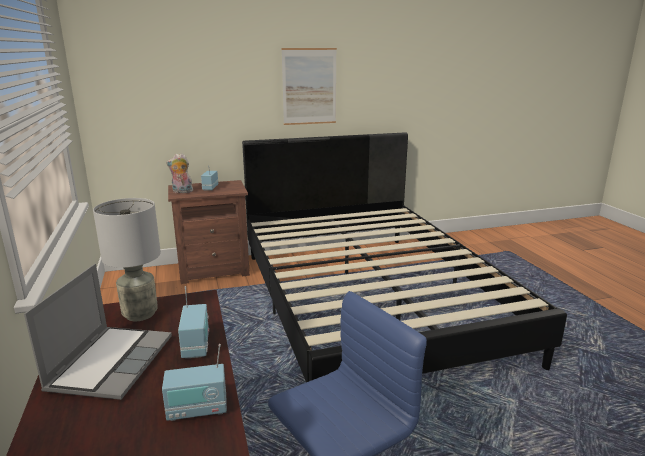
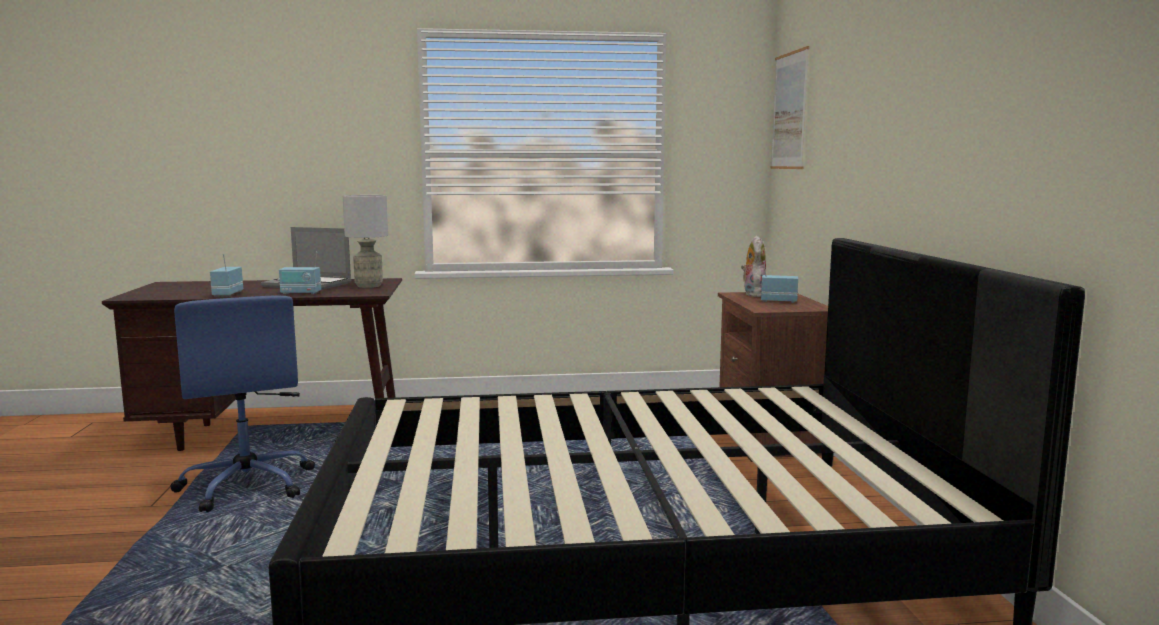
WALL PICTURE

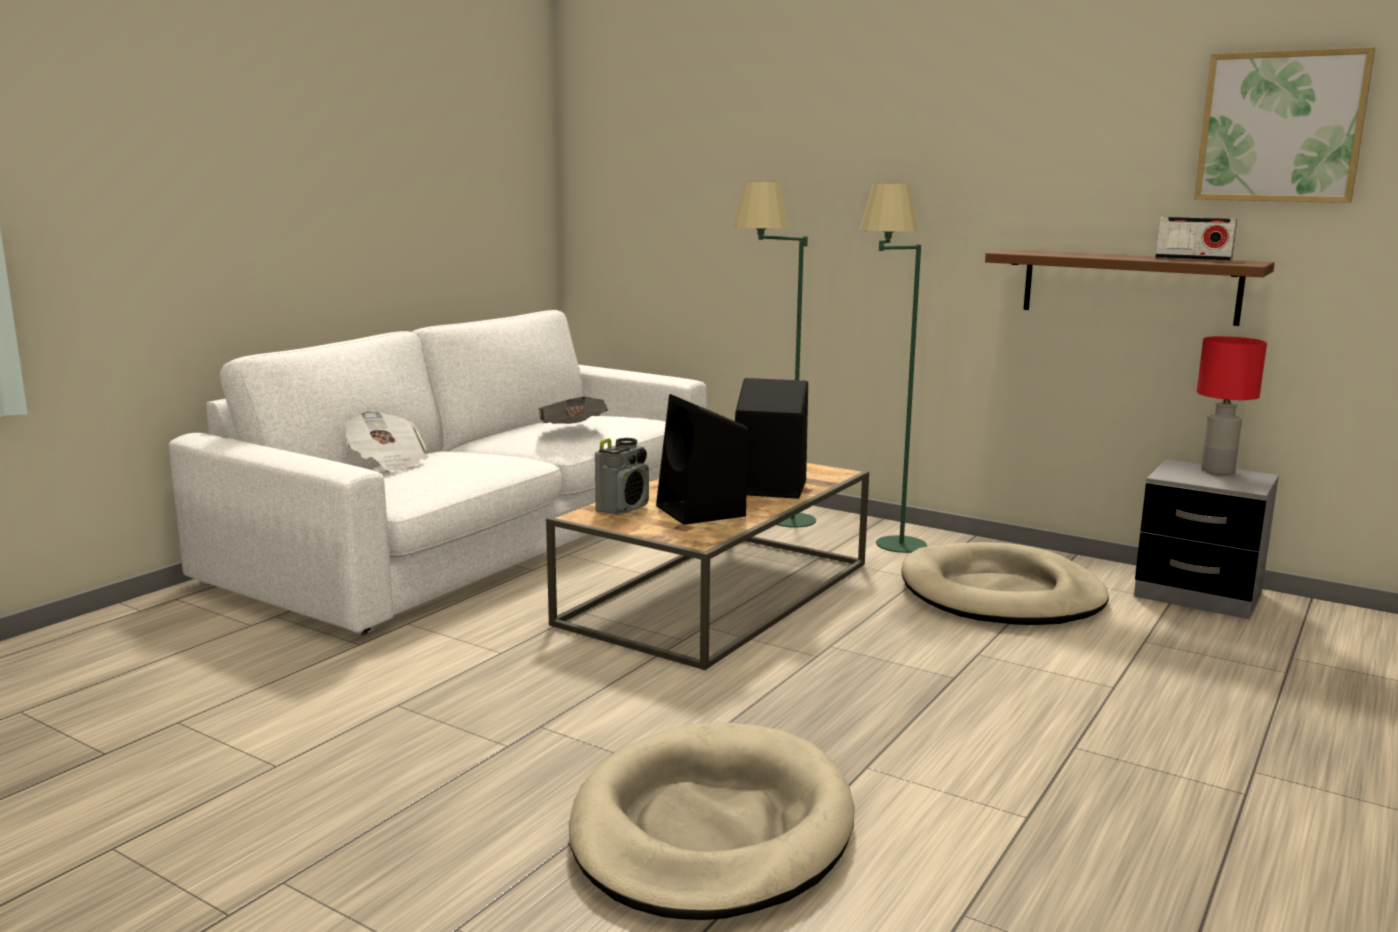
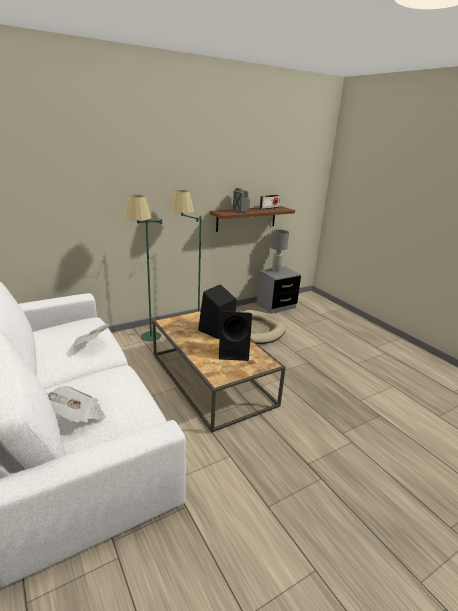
BEIGE DOG BED (1st from left in the first image)
RADIO (1st from left)
WALL PICTURE
GREYISH TABLE LAMP

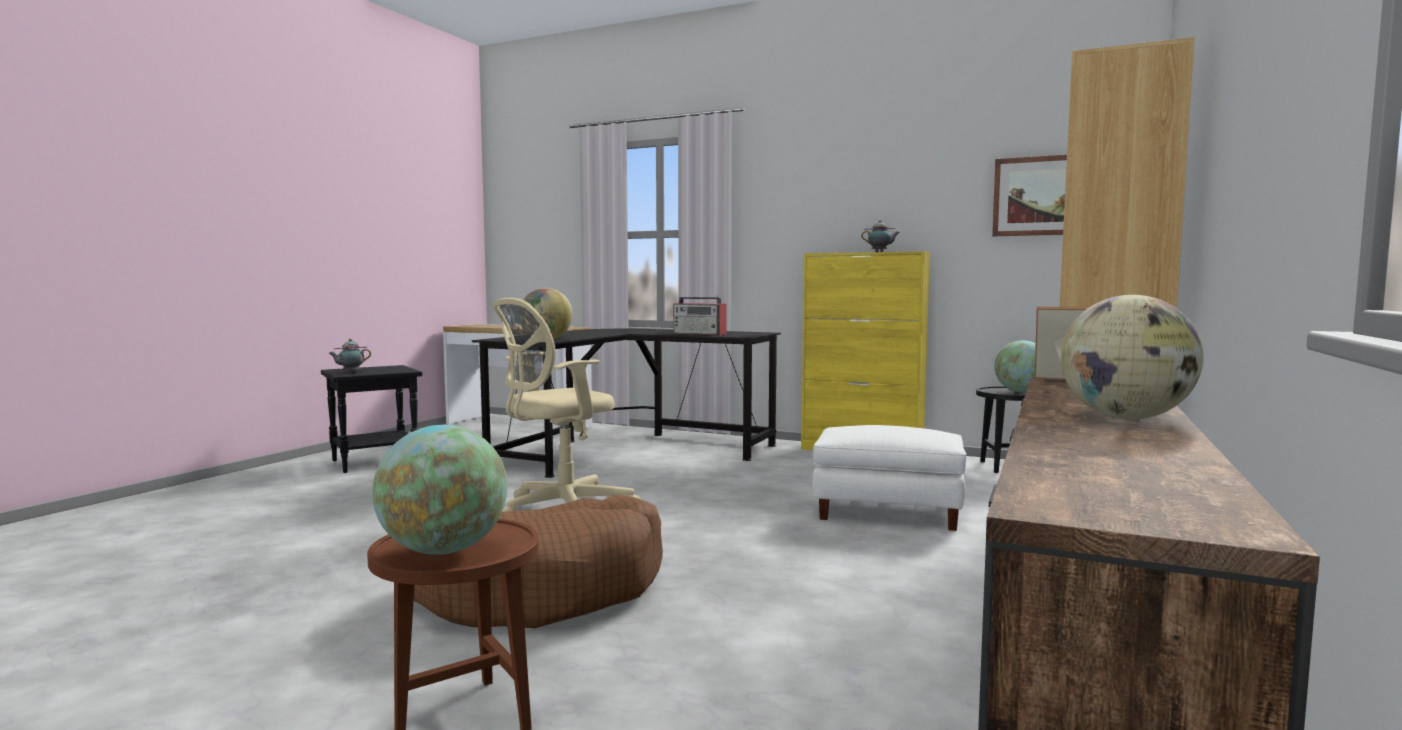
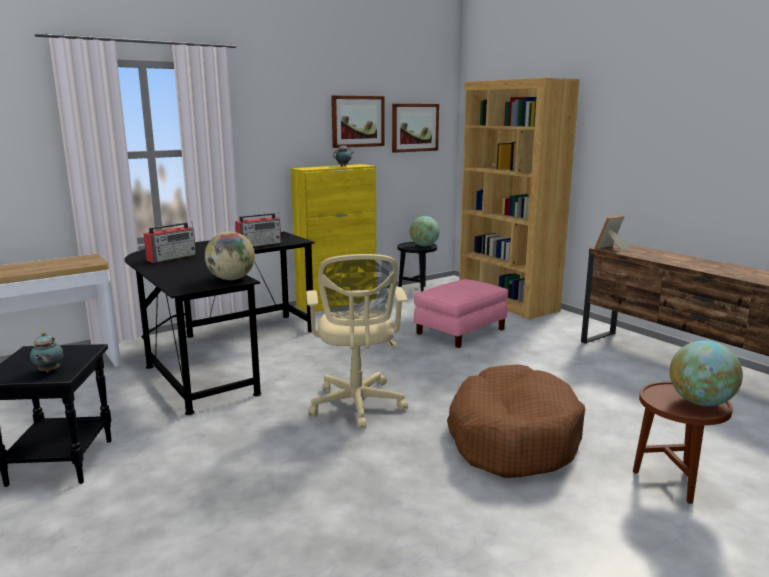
PINKISH POUFFE
WORLD GLOBE (4th from left in the first image)
RADIO (1st from left)
WALL PICTURE (1st from left)

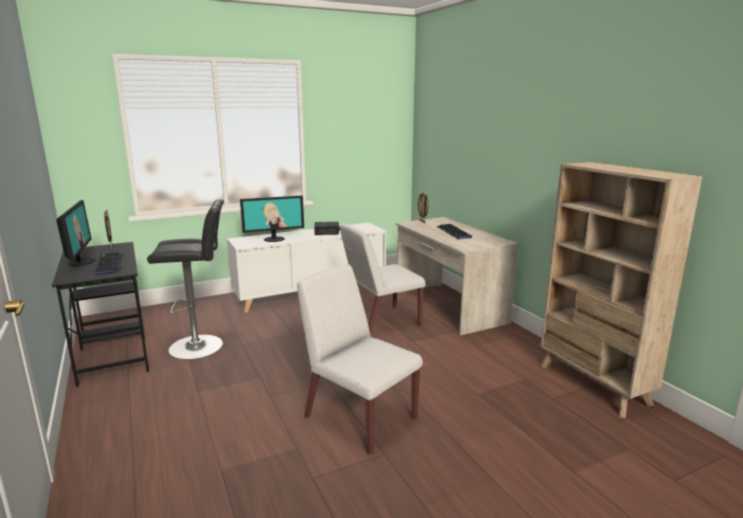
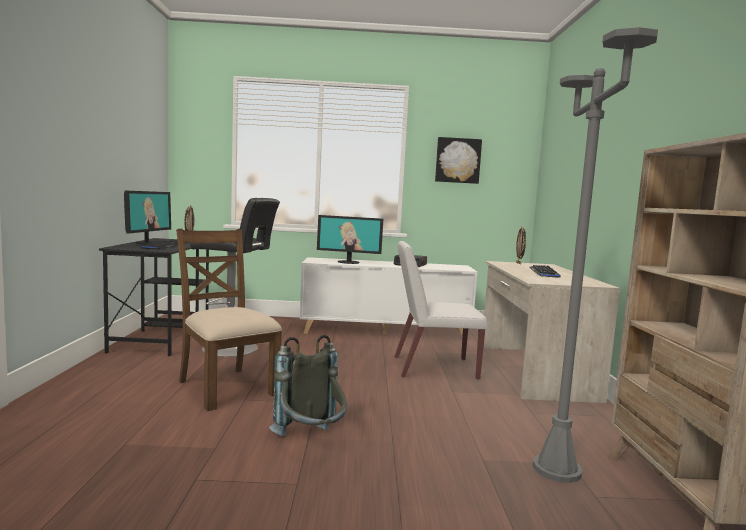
GREYISH BACKPACK
BROWN CHAIR
WALL PICTURE
GREYISH STANDING LAMP

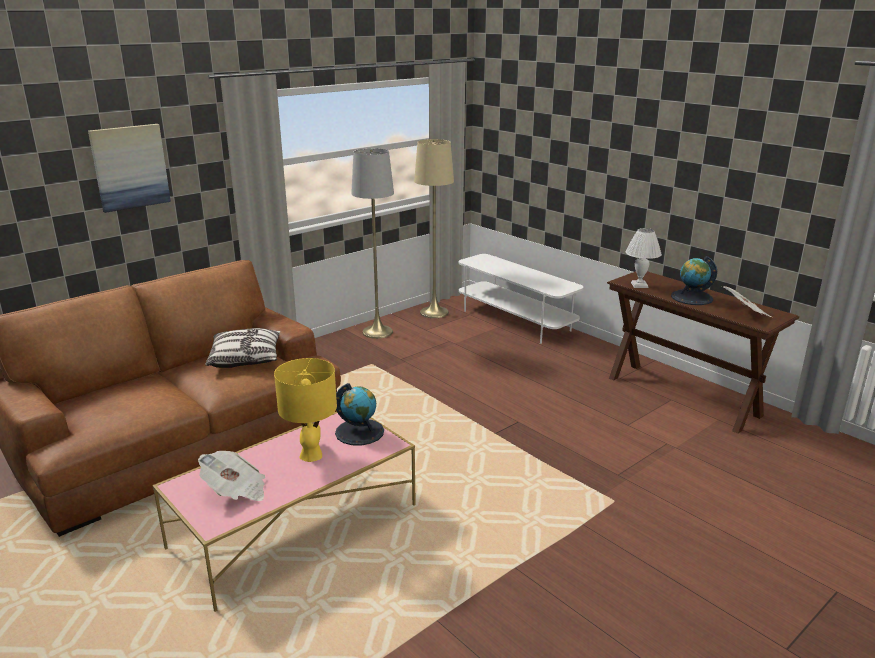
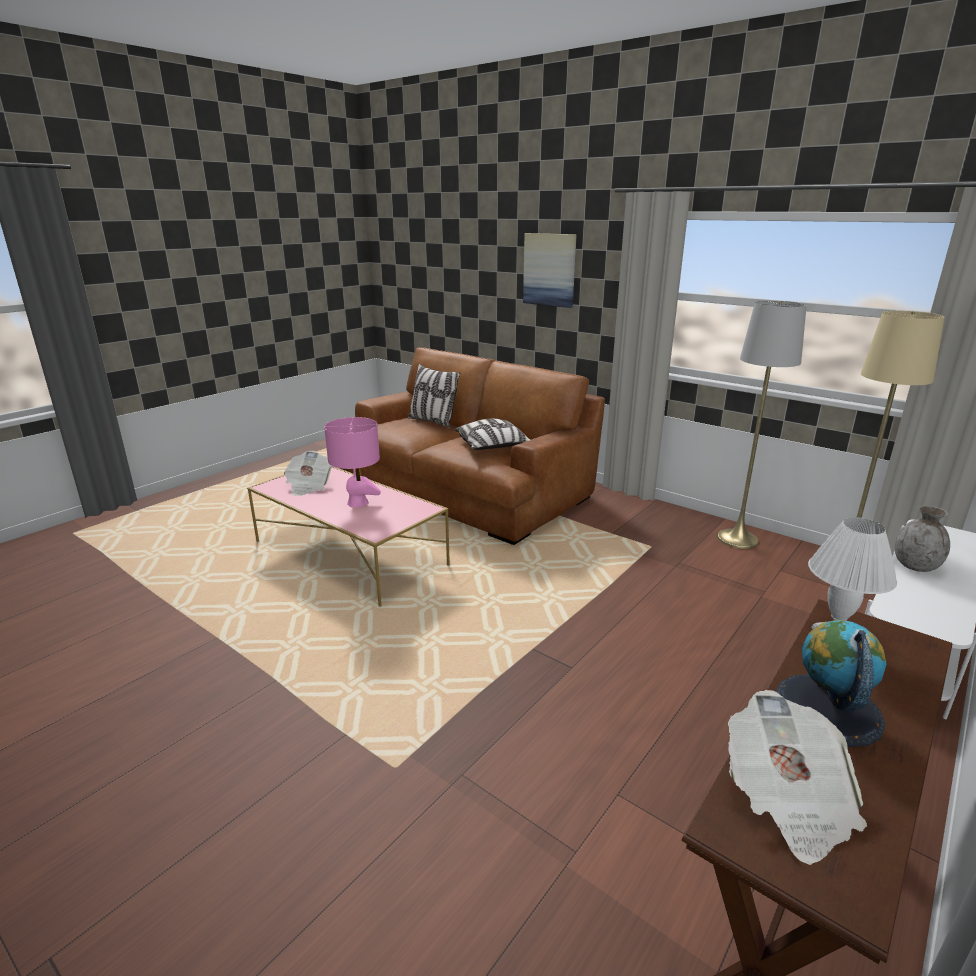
PINKISH TABLE LAMP
WORLD GLOBE (1st from left in the first image)
PILLOW (1st from left)
GREYISH DECORATIVE VASE

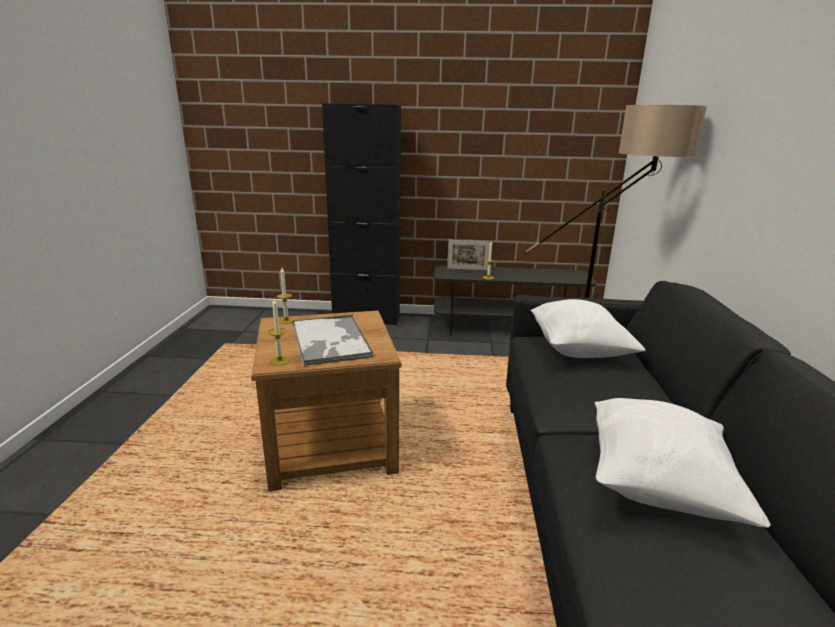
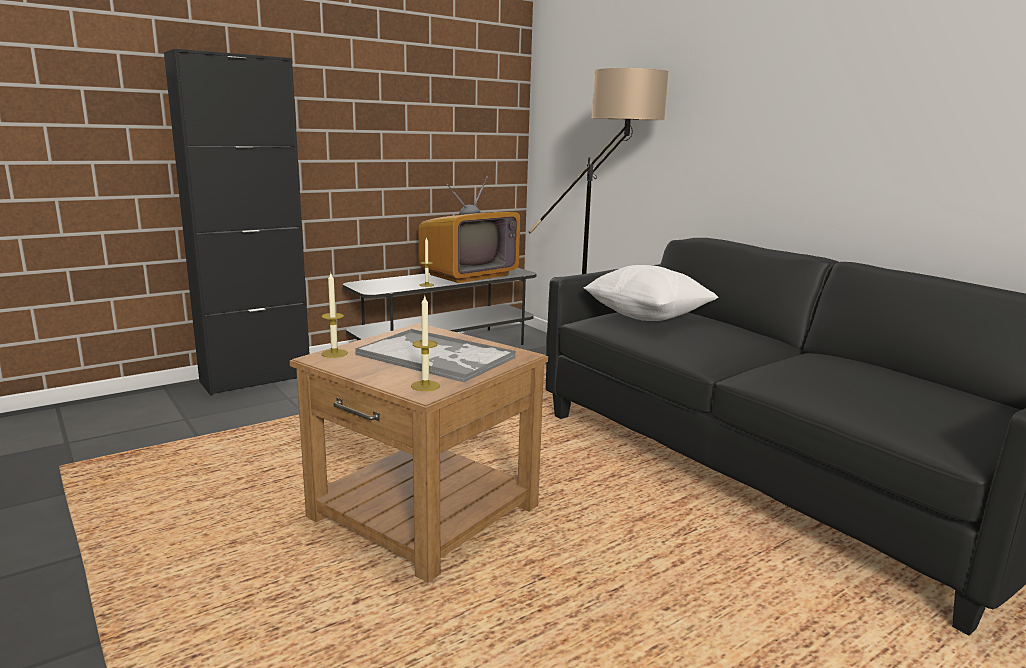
STANDING FRAME
WHITISH PILLOW (2nd from left in the first image)
TV SET

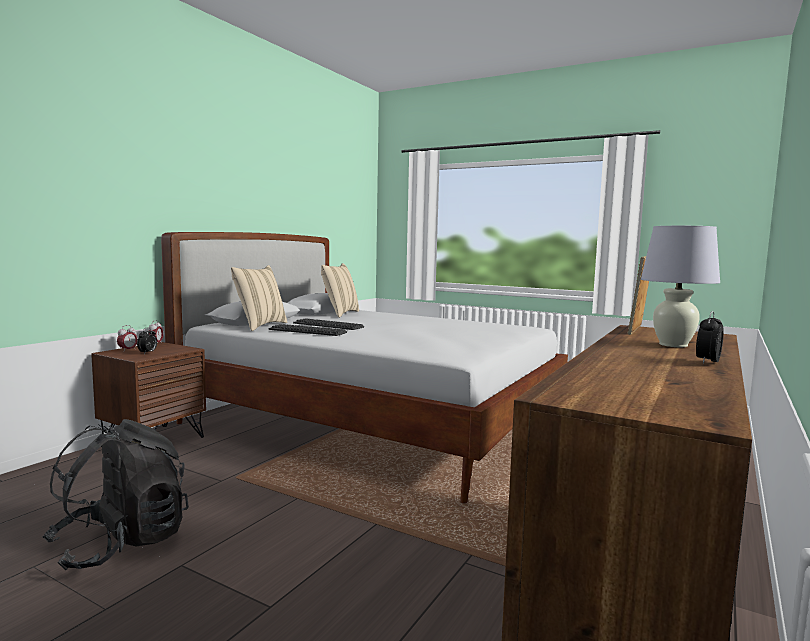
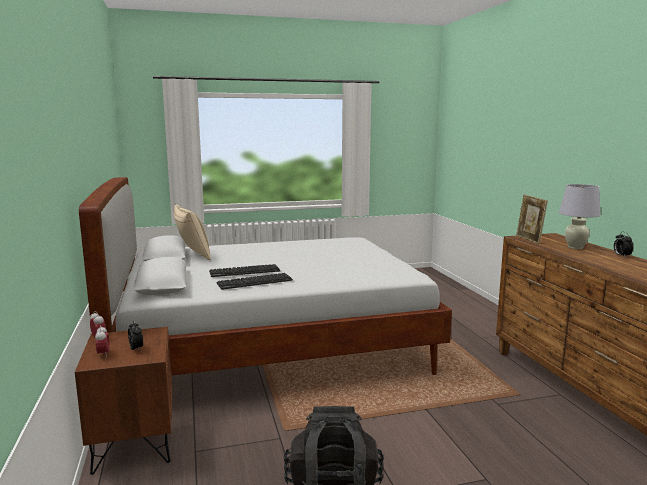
BEIGE PILLOW (1st from left in the first image)

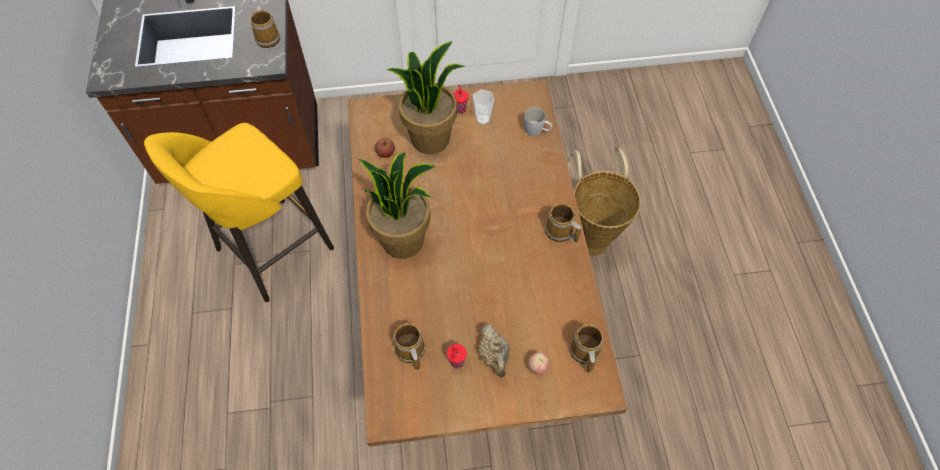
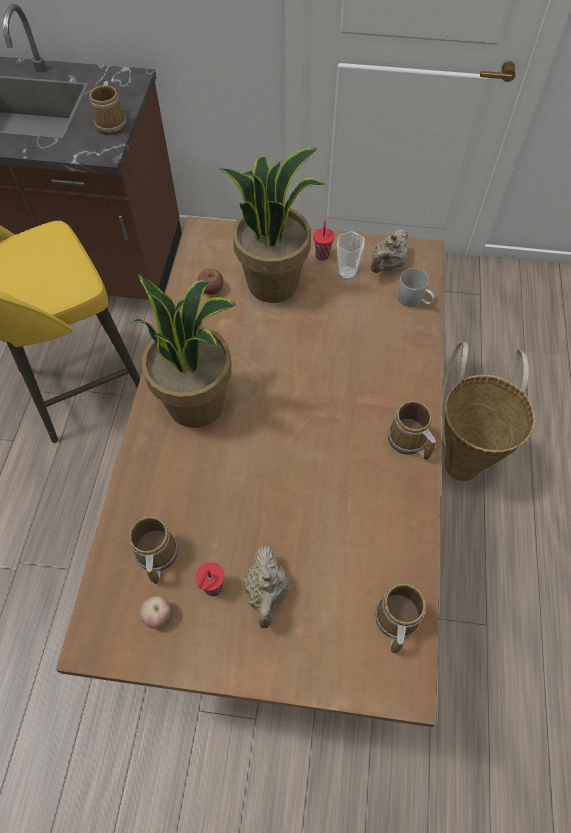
APPLE (1st from left)
BEIGE TEAPOT (2nd from left)

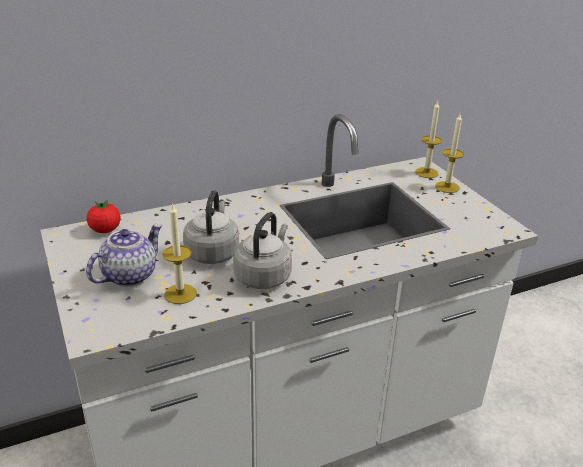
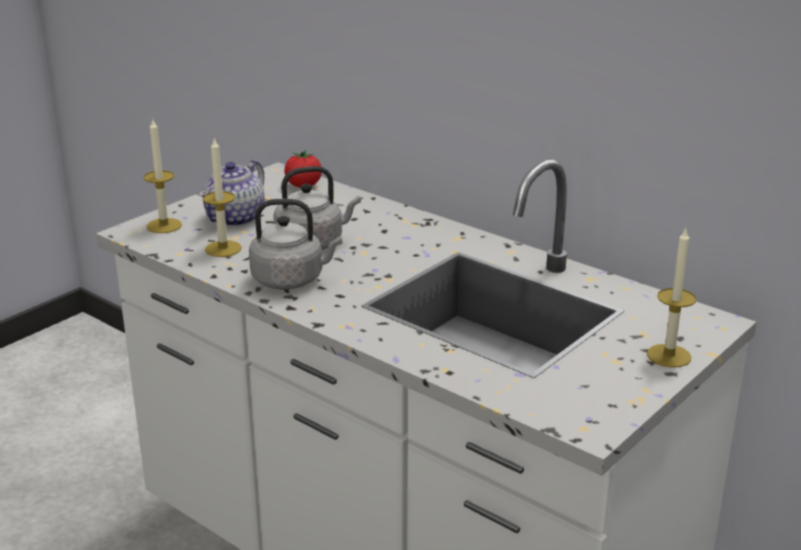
TEAPOT
CANDLE (1st from left)

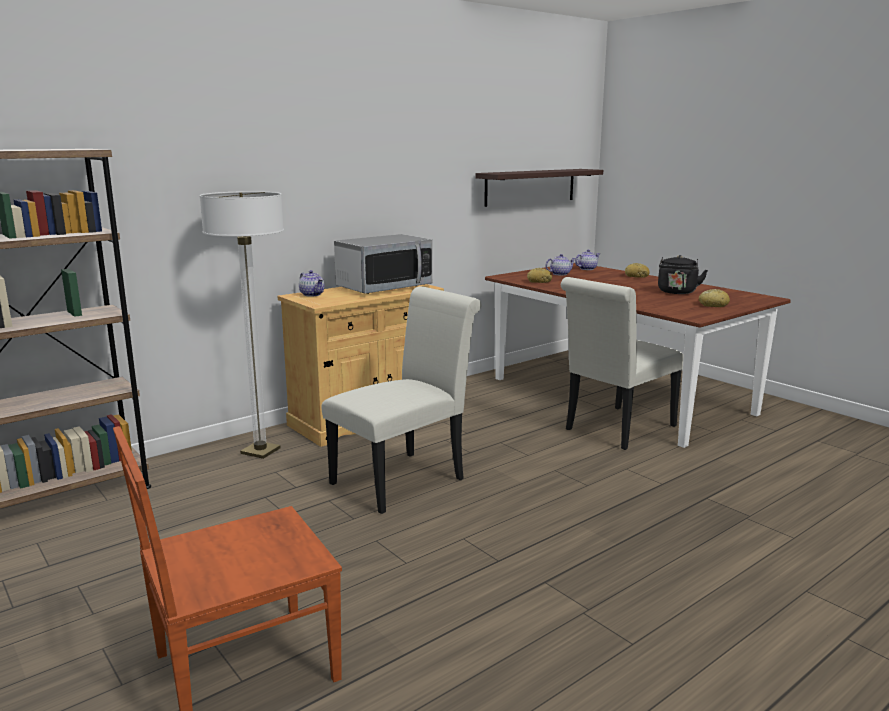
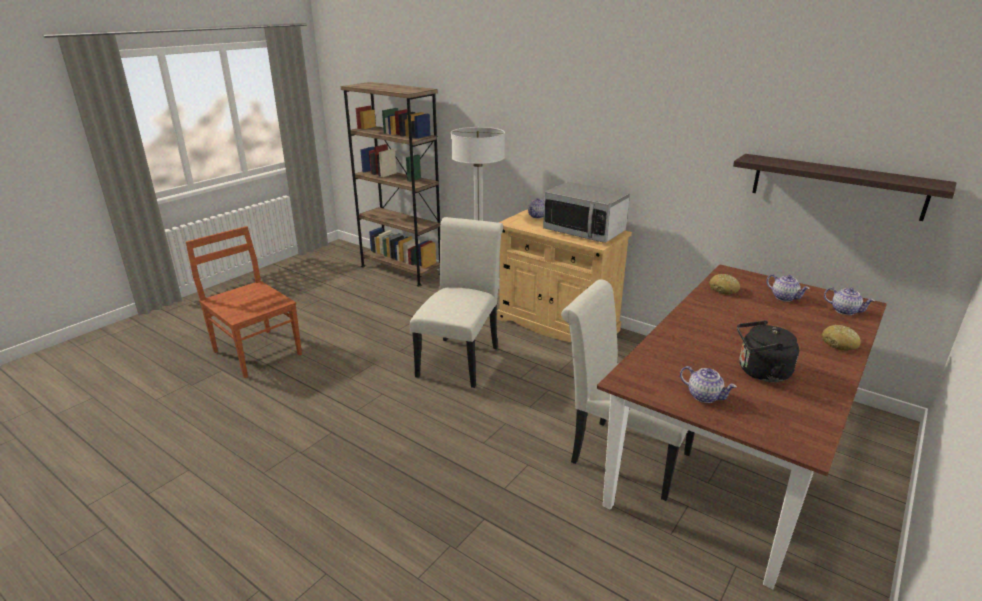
WHITISH CHAIR (1st from left)
TEAPOT (2nd from left)

